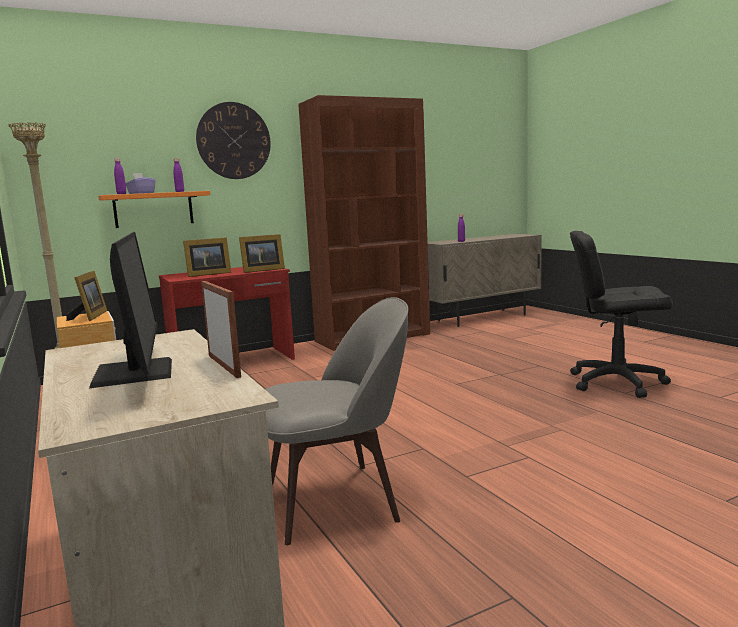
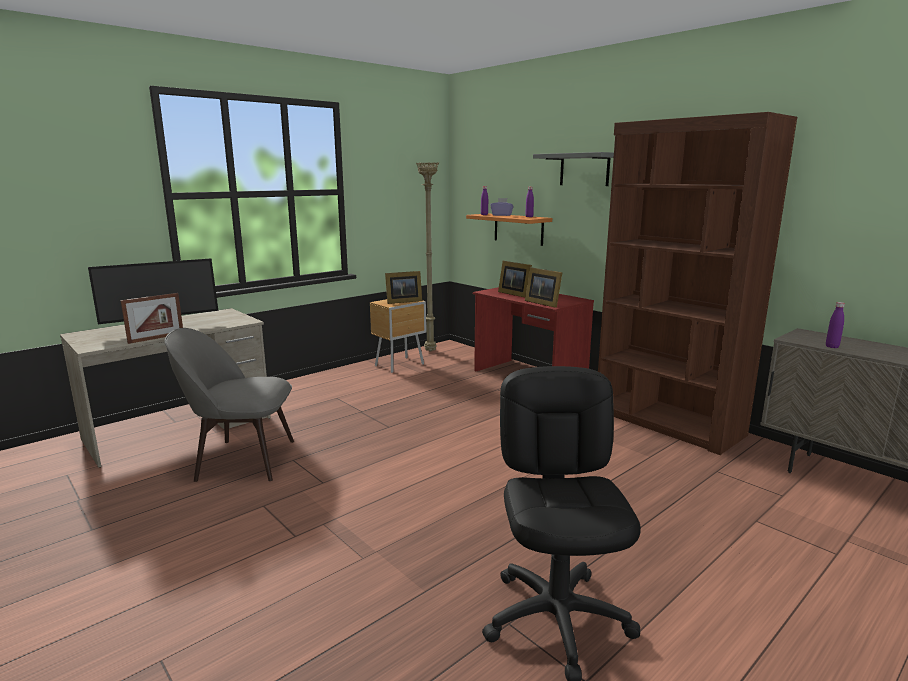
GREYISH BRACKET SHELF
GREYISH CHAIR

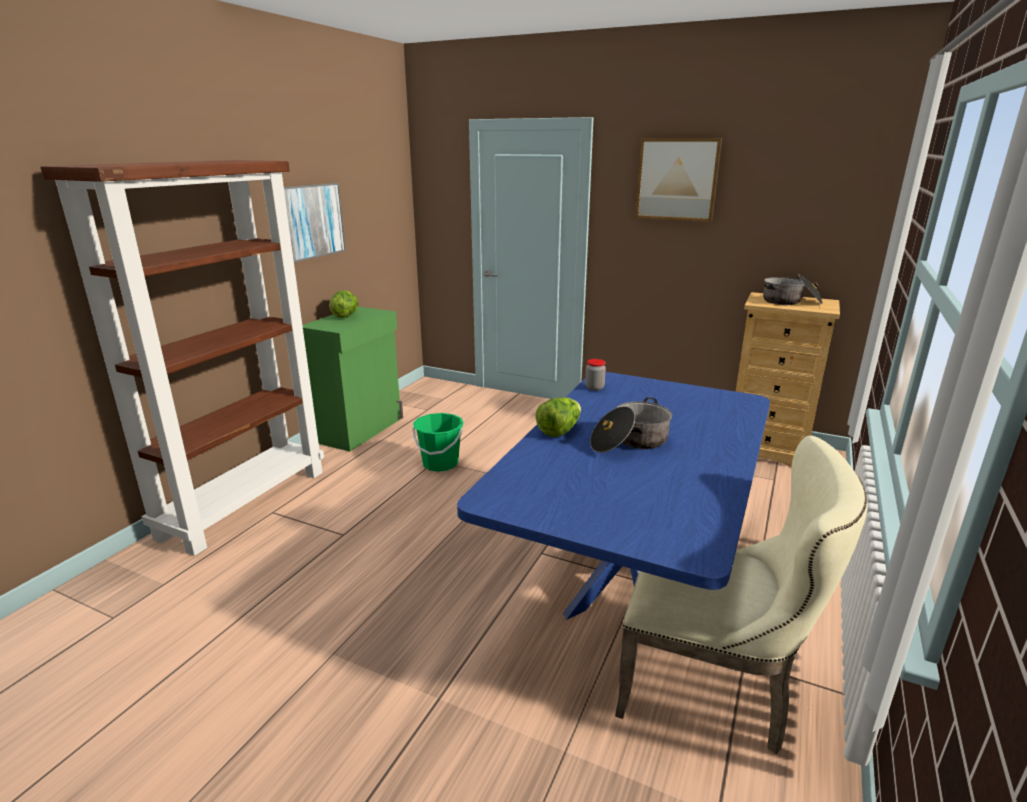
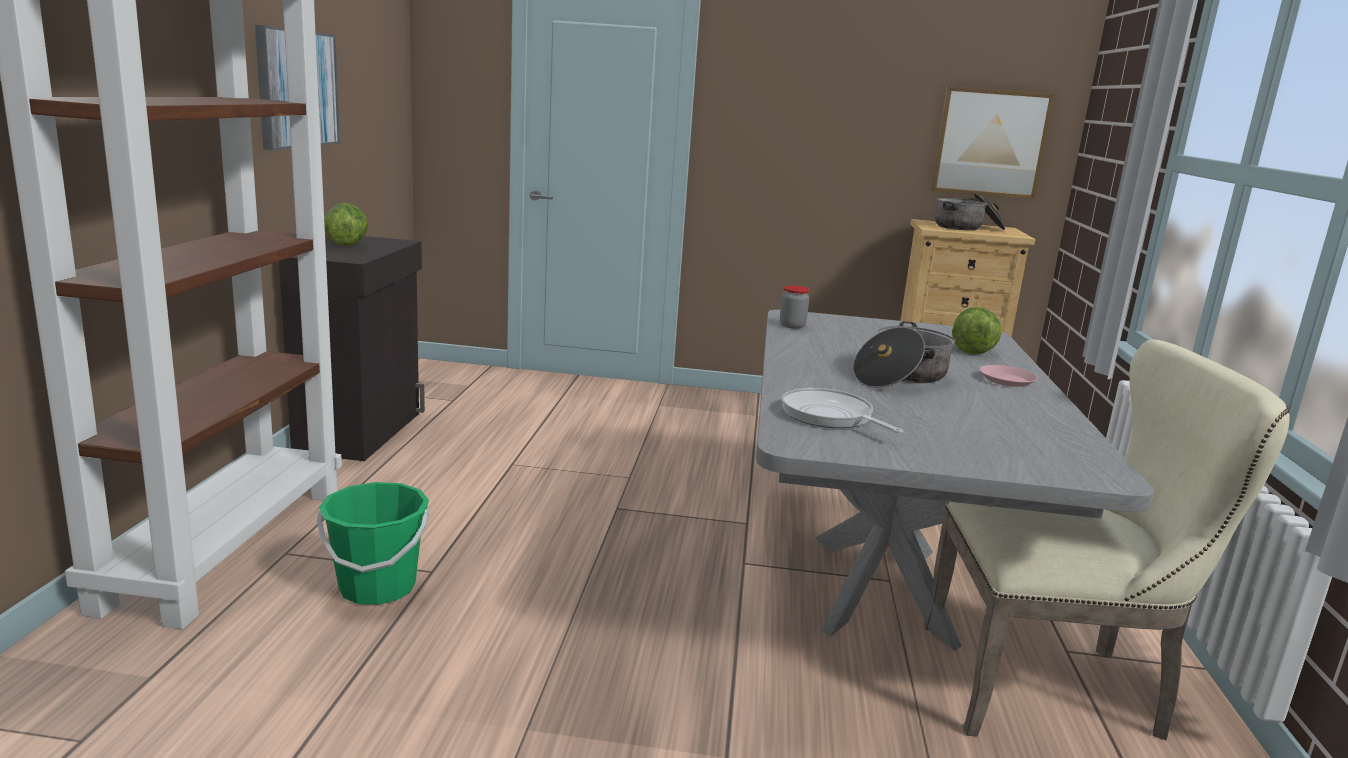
BLACK CABINET
GREEN BUCKET
GREYISH DINNER TABLE
LETTUCE (2nd from left)
WALL PICTURE (2nd from left)
FRYING PAN
PINKISH PLATE

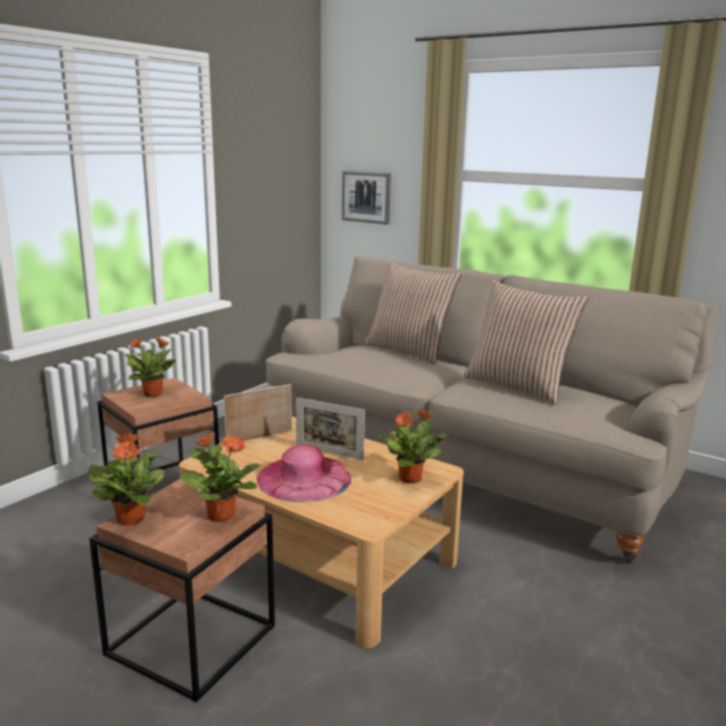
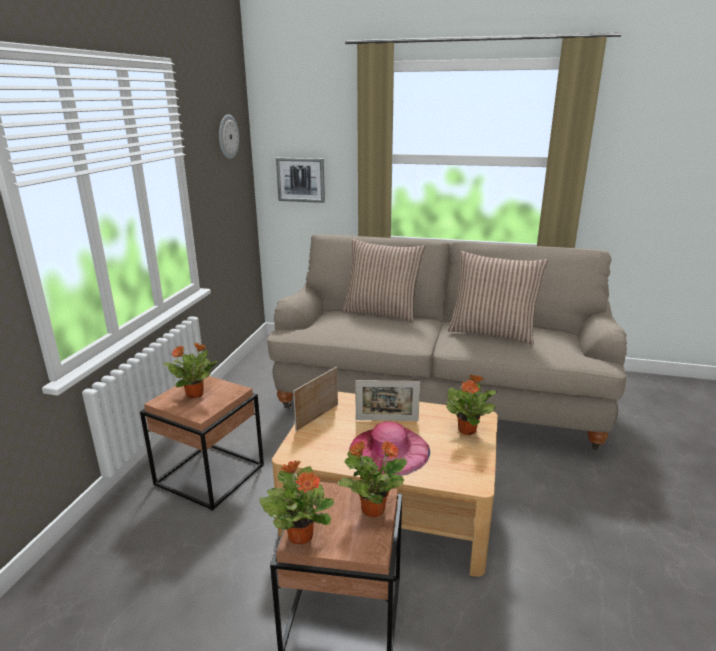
WALL CLOCK

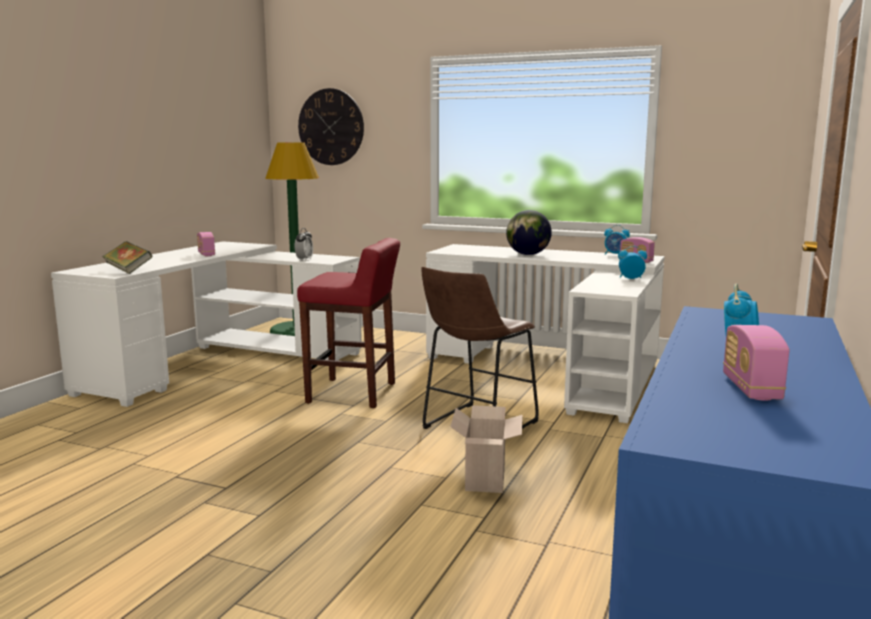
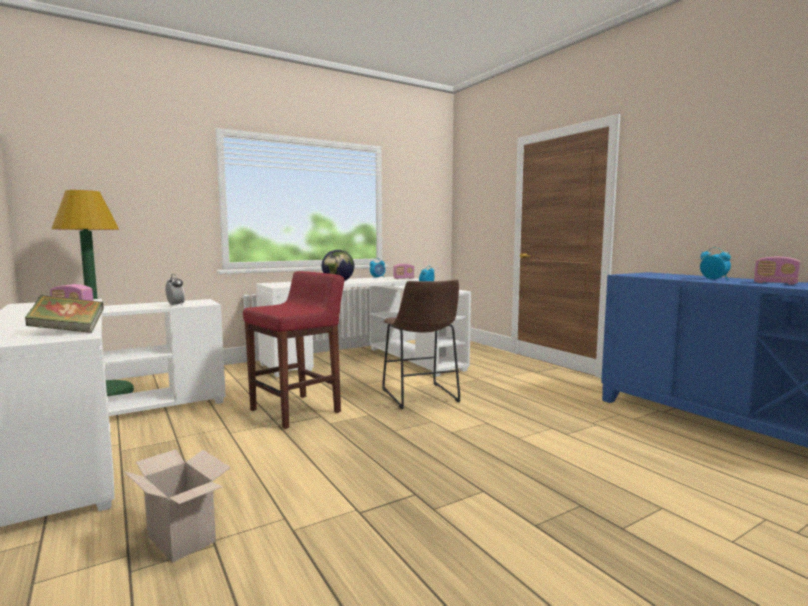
WALL CLOCK
CARDBOARD BOX

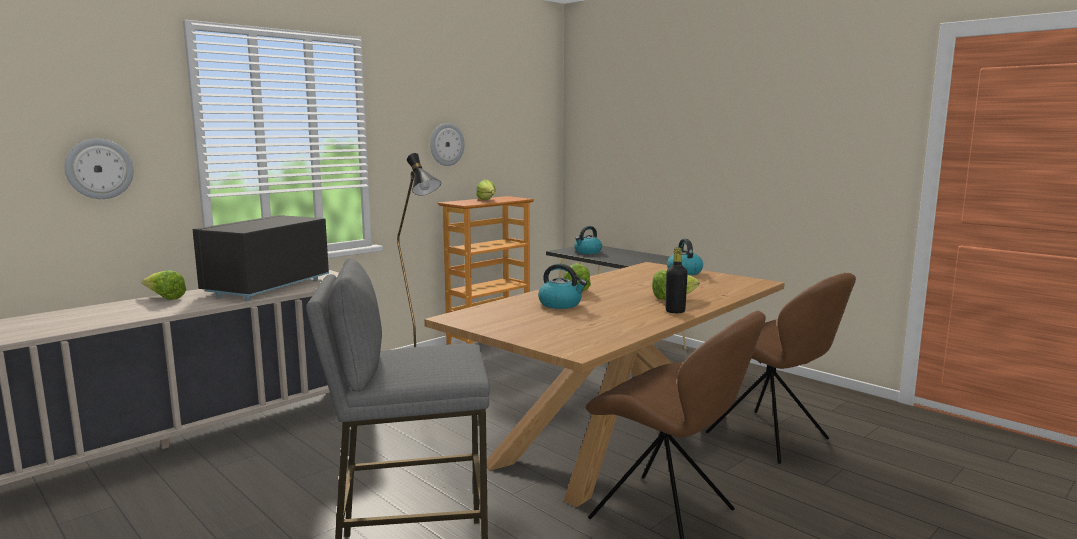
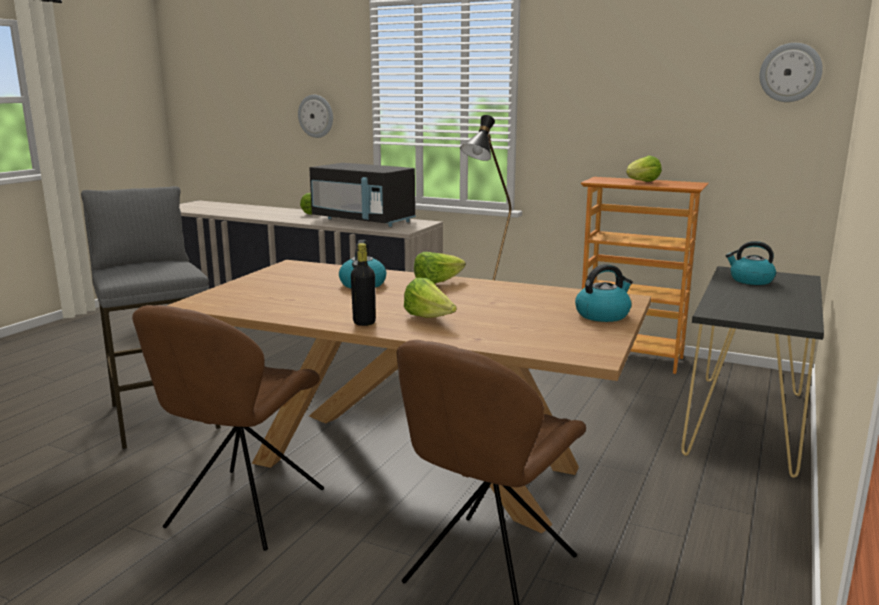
BLACK MICROWAVE
WALL CLOCK (2nd from left)

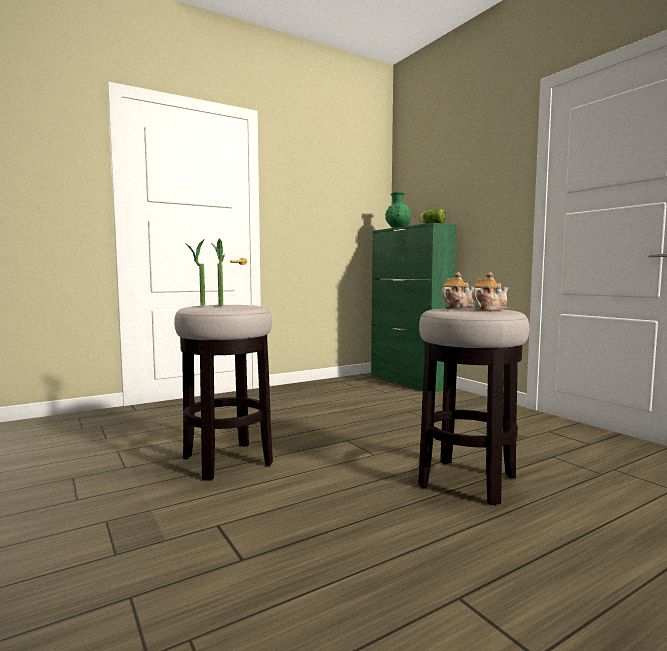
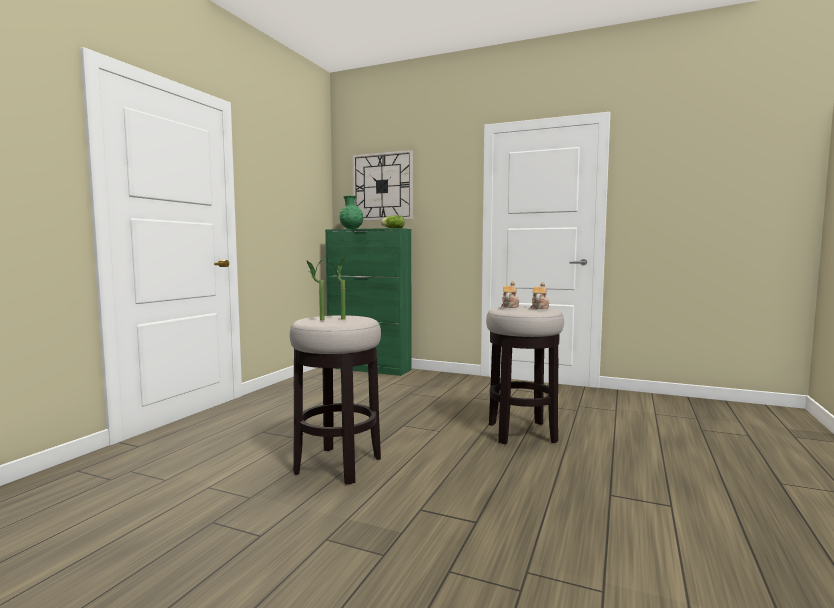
WALL CLOCK

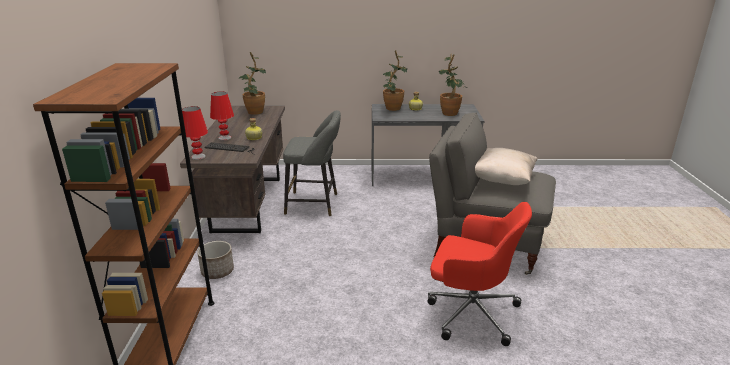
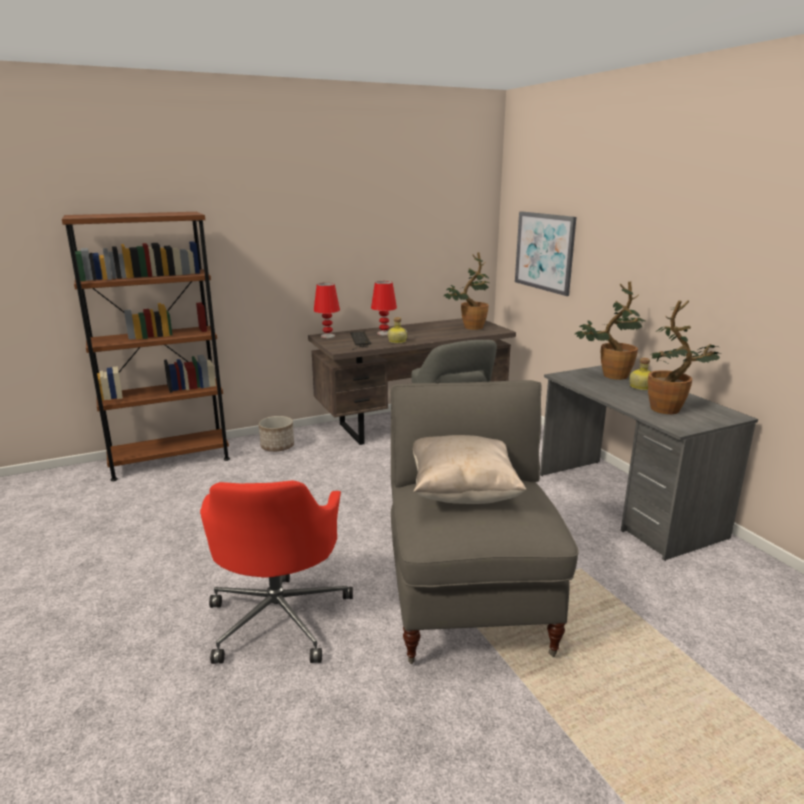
WALL PICTURE

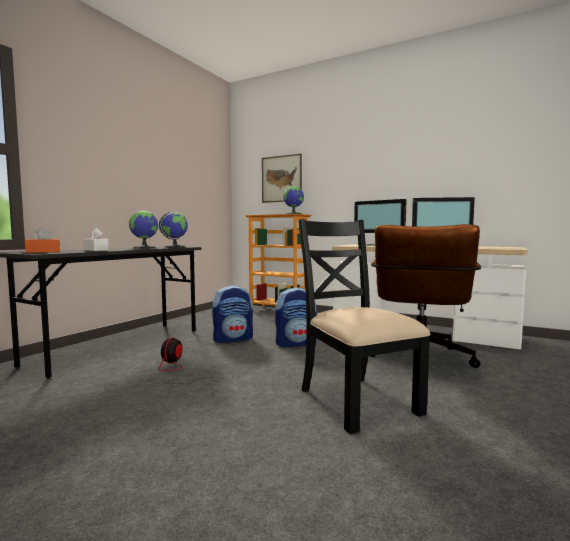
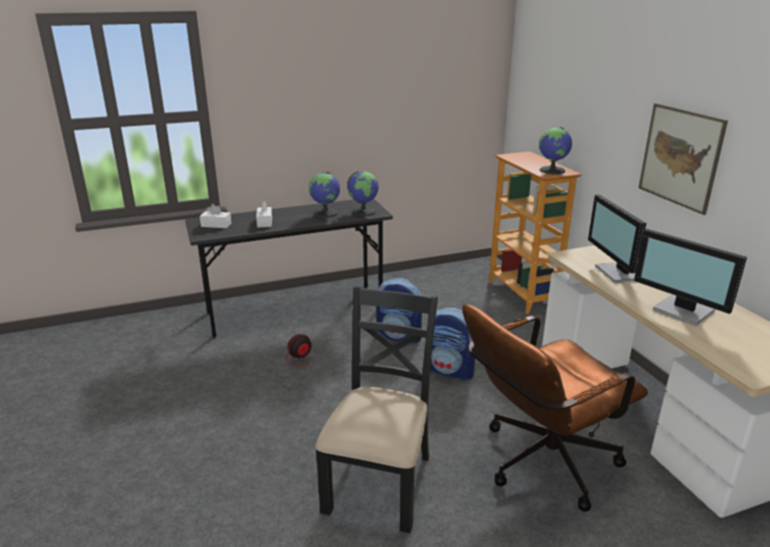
WHITISH TISSUE HOLDER (1st from left)
WALL PICTURE

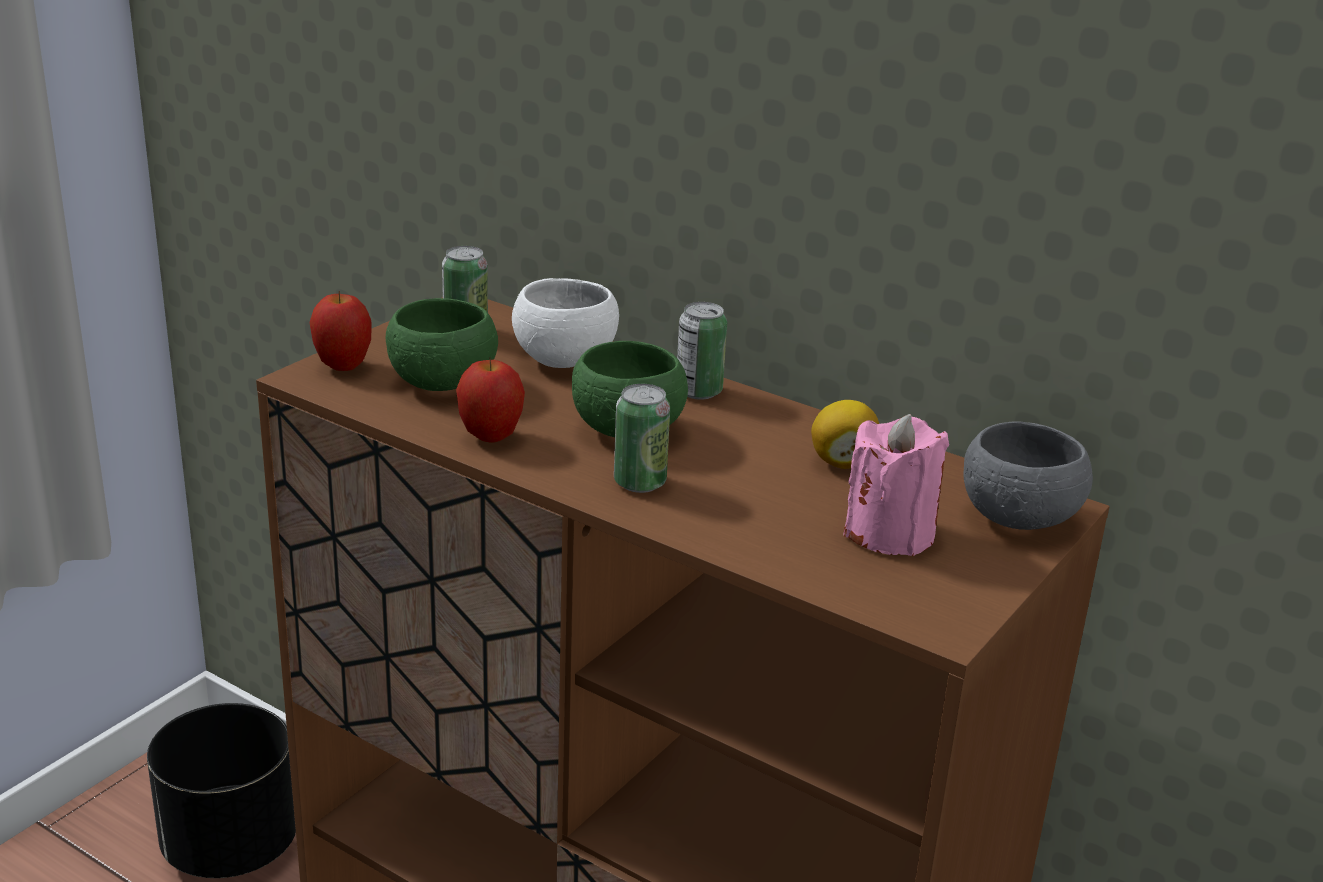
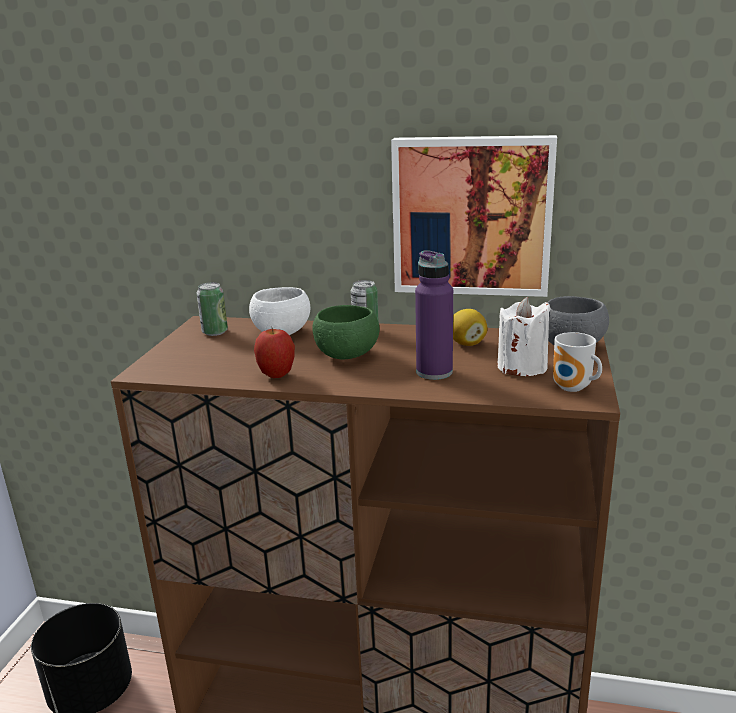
APPLE (1st from left in the first image)
GREEN BOWL (1st from left in the first image)
METAL CAN (2nd from left in the first image)
WHITISH CANDLE
WALL PICTURE
PURPLISH DRINK BOTTLE
MUG

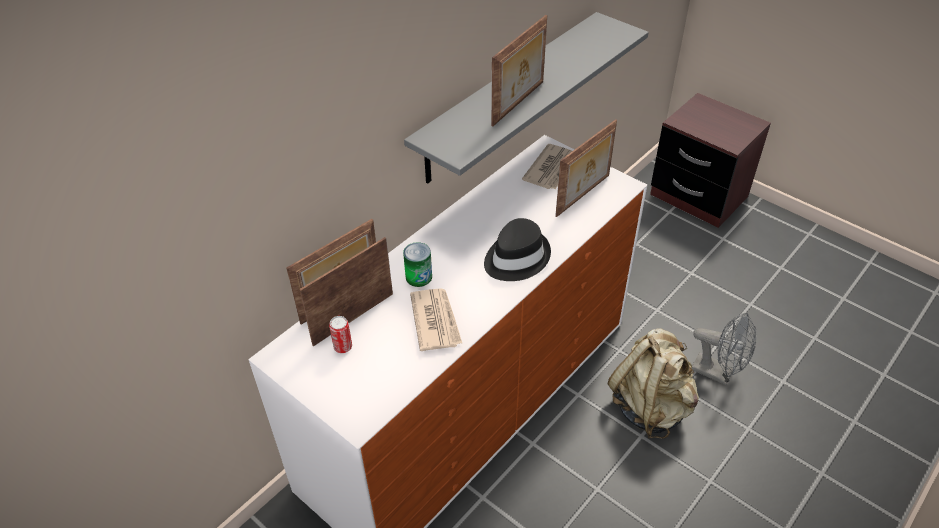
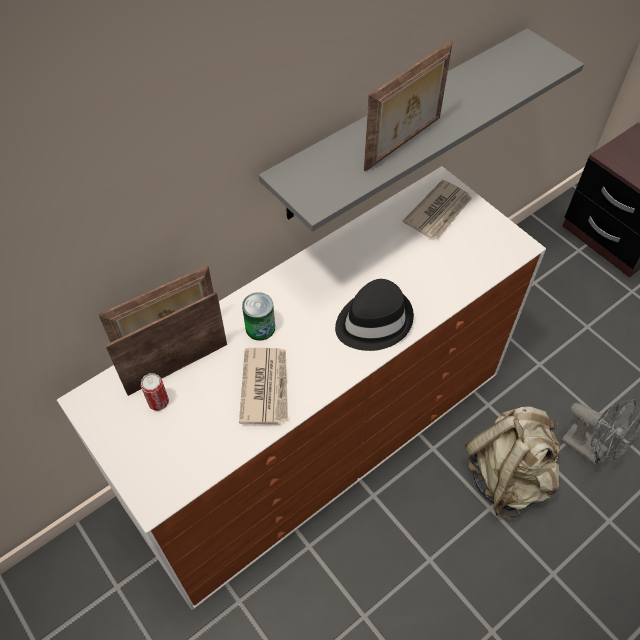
STANDING FRAME (4th from left in the first image)

